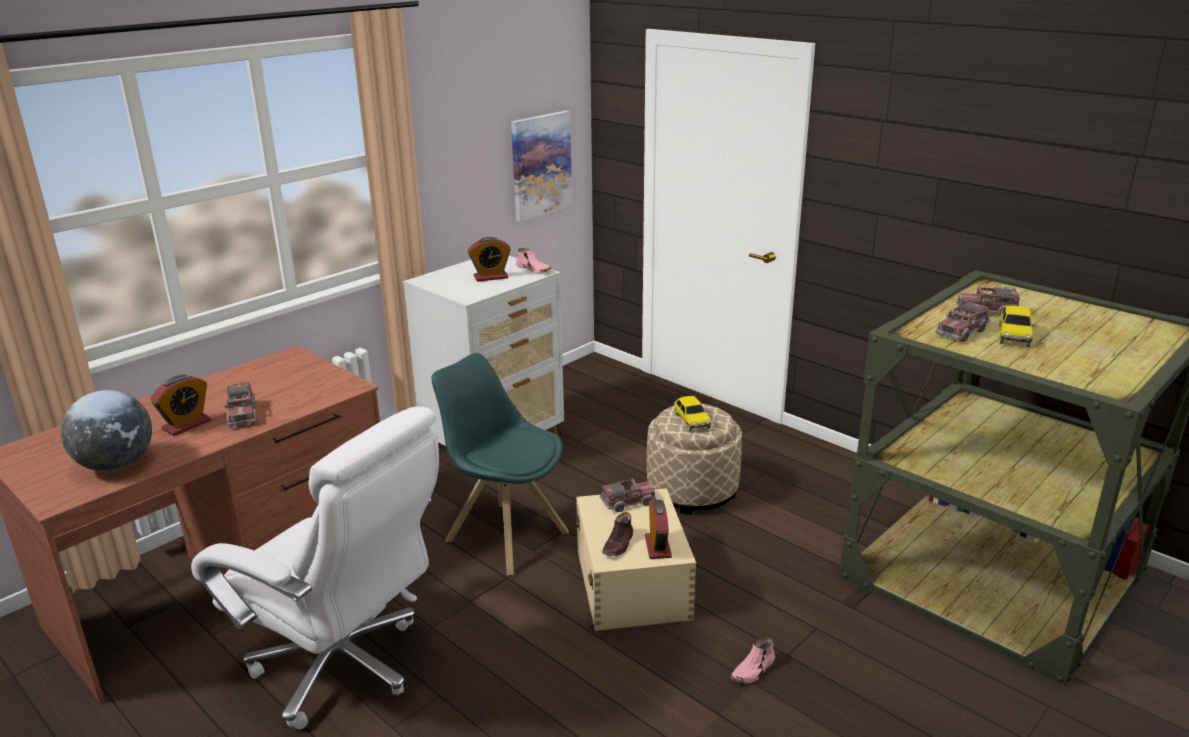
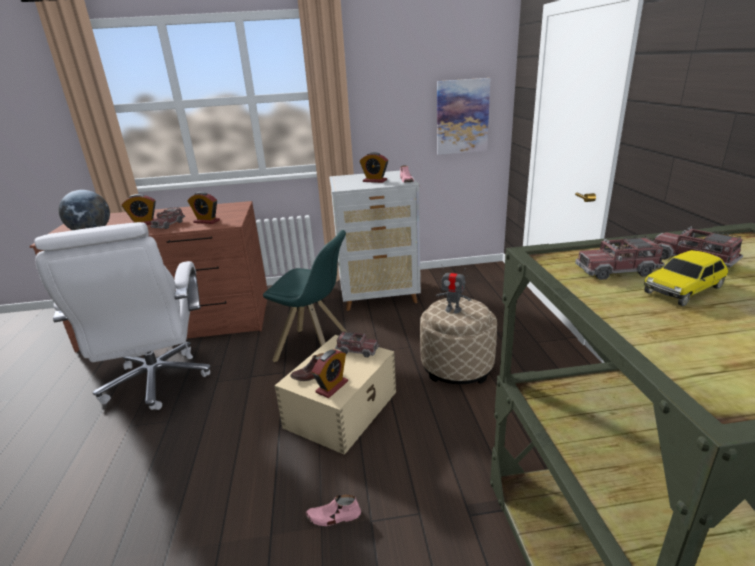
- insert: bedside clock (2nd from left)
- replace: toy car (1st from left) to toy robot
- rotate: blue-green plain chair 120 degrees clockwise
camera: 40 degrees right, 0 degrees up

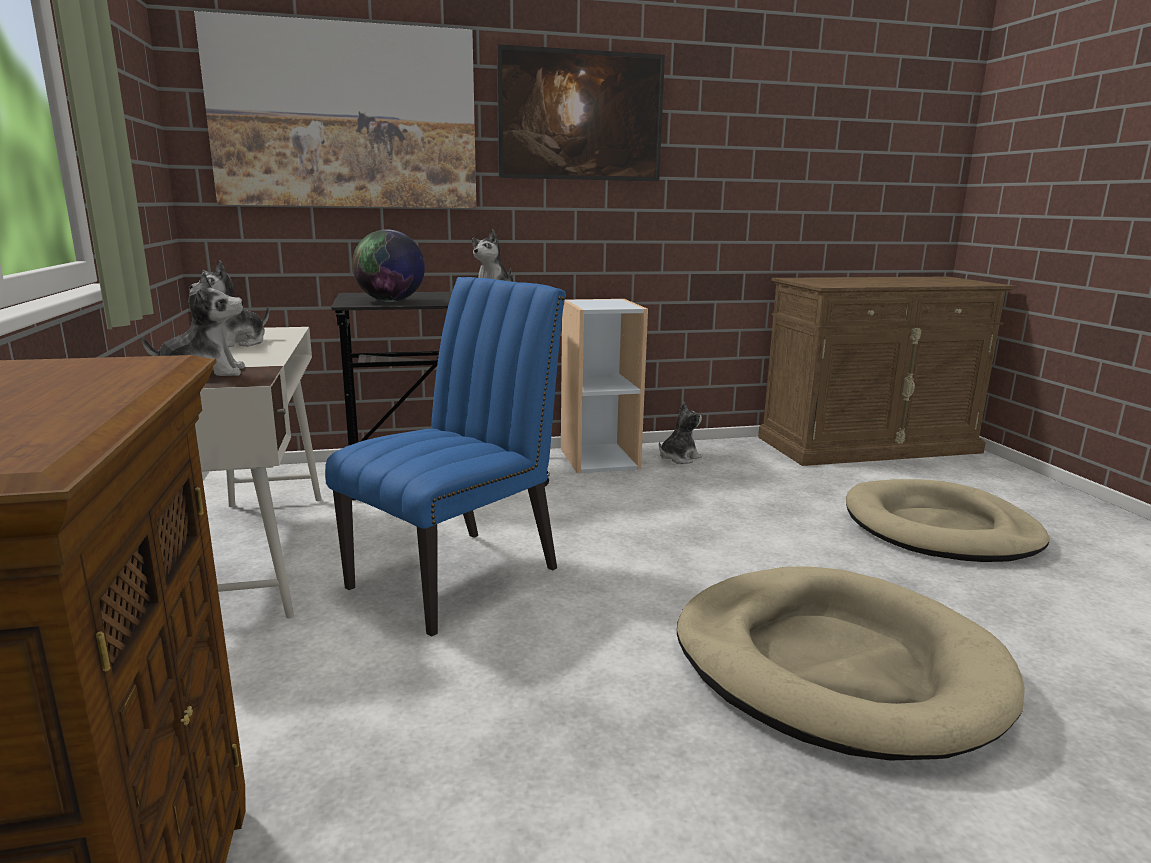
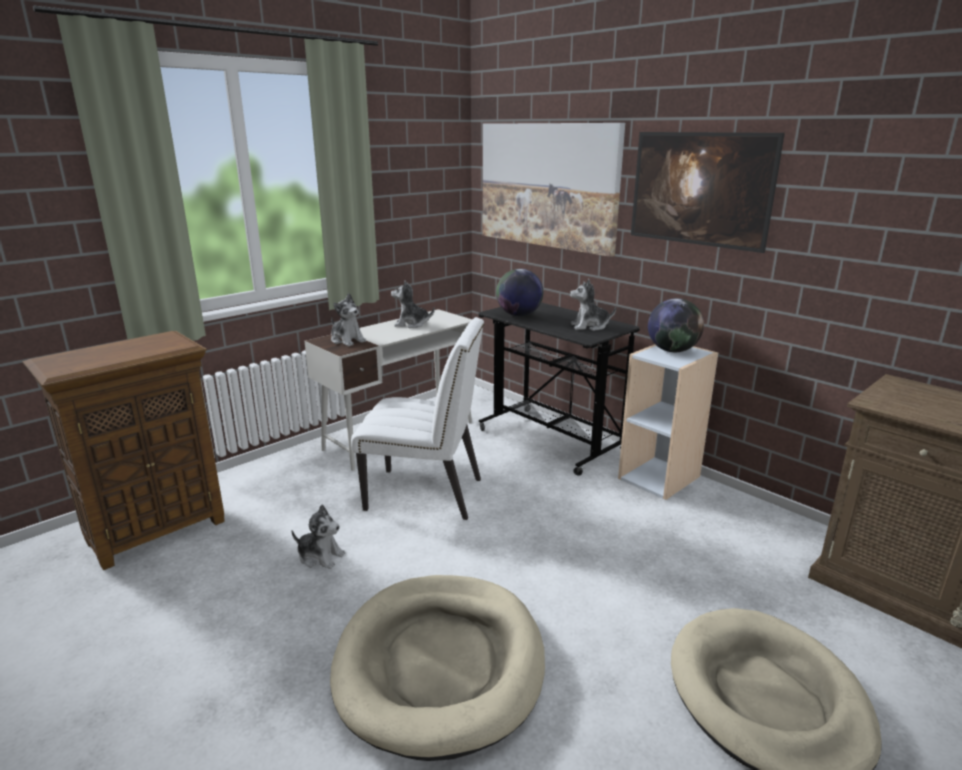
- insert: globe (2nd from left)
- move: soft toy (4th from left in the first image) to soft toy (1st from left)
- recolor: blue-coloured plain chair to white plain chair
camera: 60 degrees right, 5 degrees up

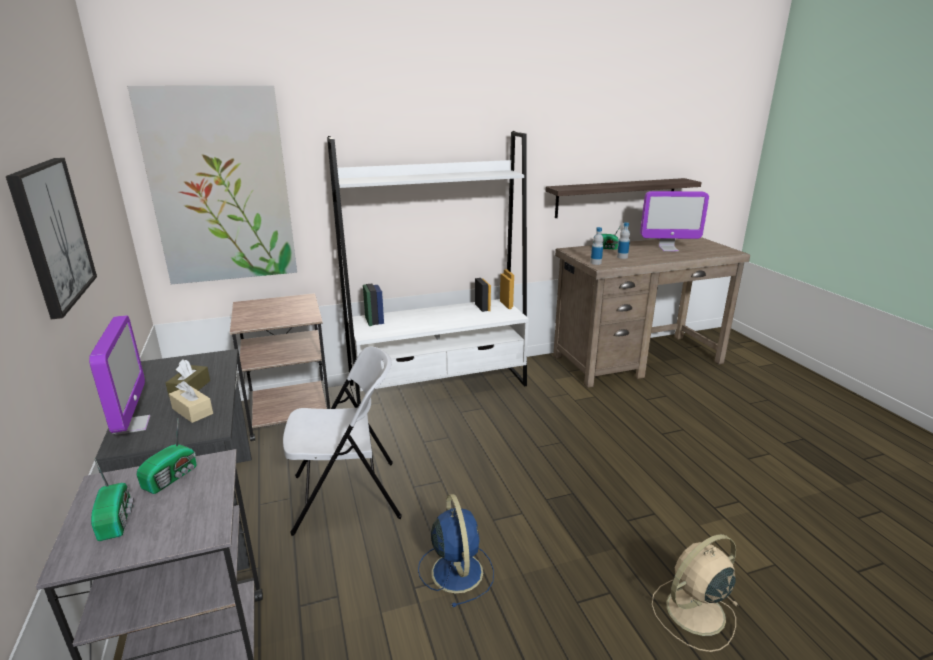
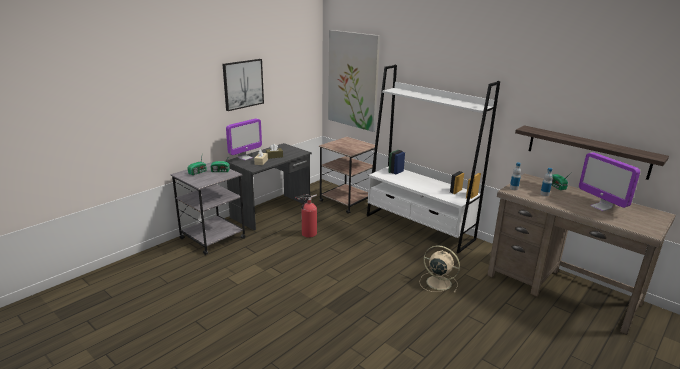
- delete: blue-coloured fan
- move: beige-coloured fan
- replace: white plain chair to fire-fighting cylinder
camera: 60 degrees right, 0 degrees up

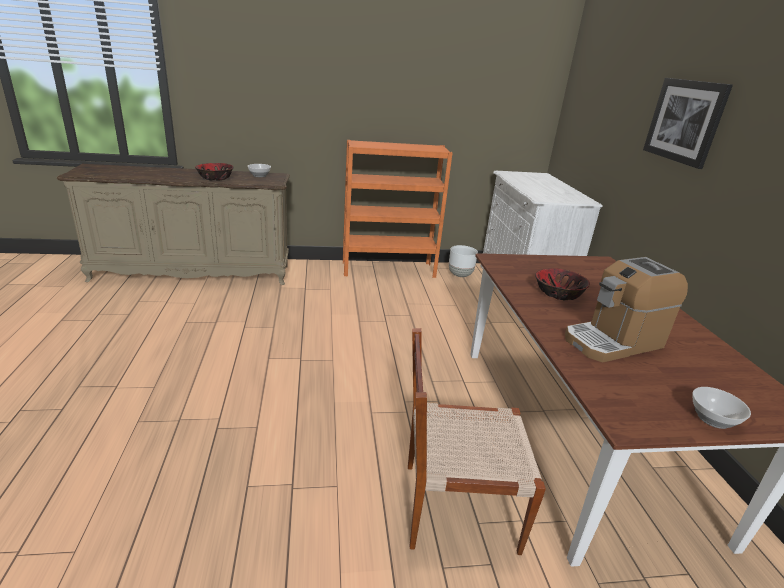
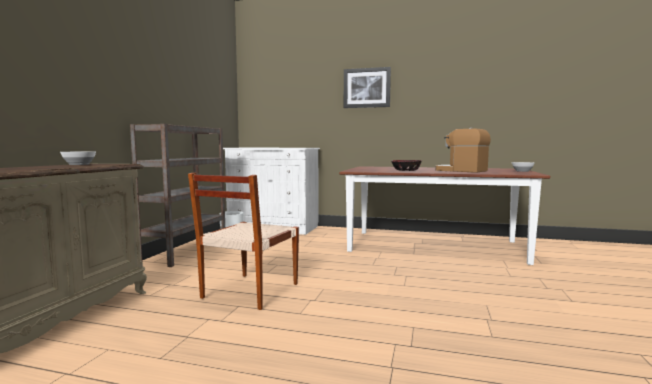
- delete: serving bowl (1st from left)
- move: plain chair
- recolor: orange-coloured bookshelf to grey bookshelf
- rotate: coffee brewer 135 degrees clockwise
camera: 65 degrees left, 20 degrees down

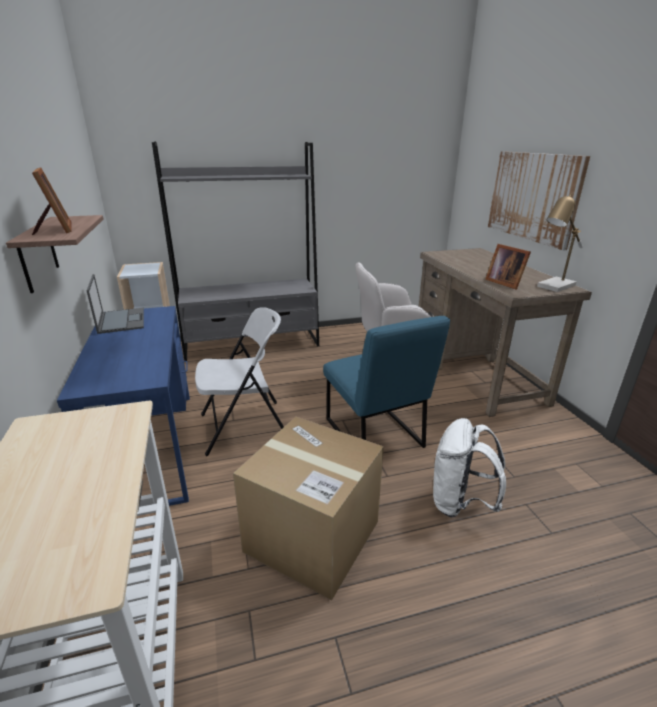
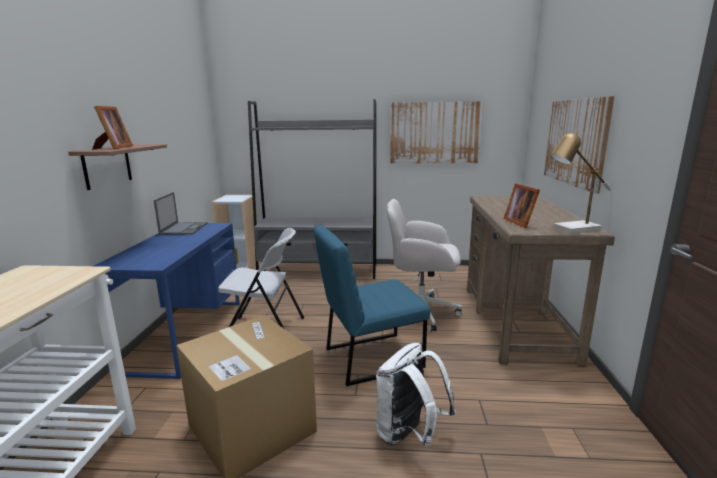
- insert: picture (1st from left)
- rotate: blue-coloured plain chair 75 degrees clockwise
camera: 20 degrees right, 10 degrees down

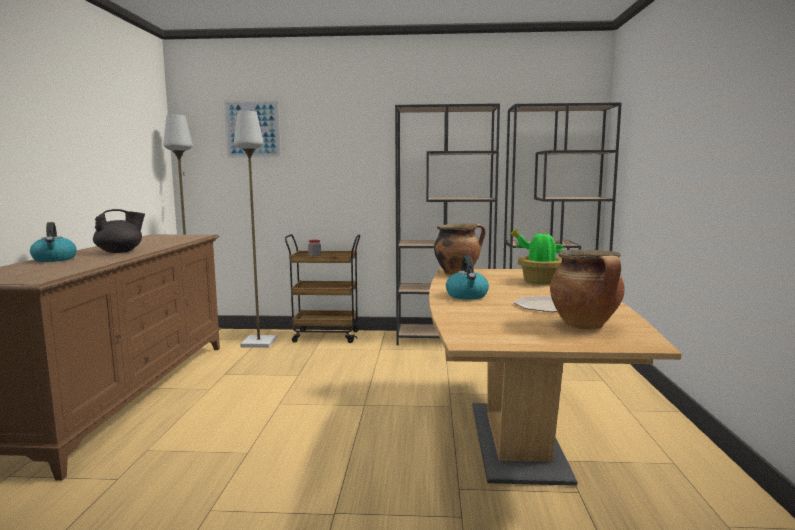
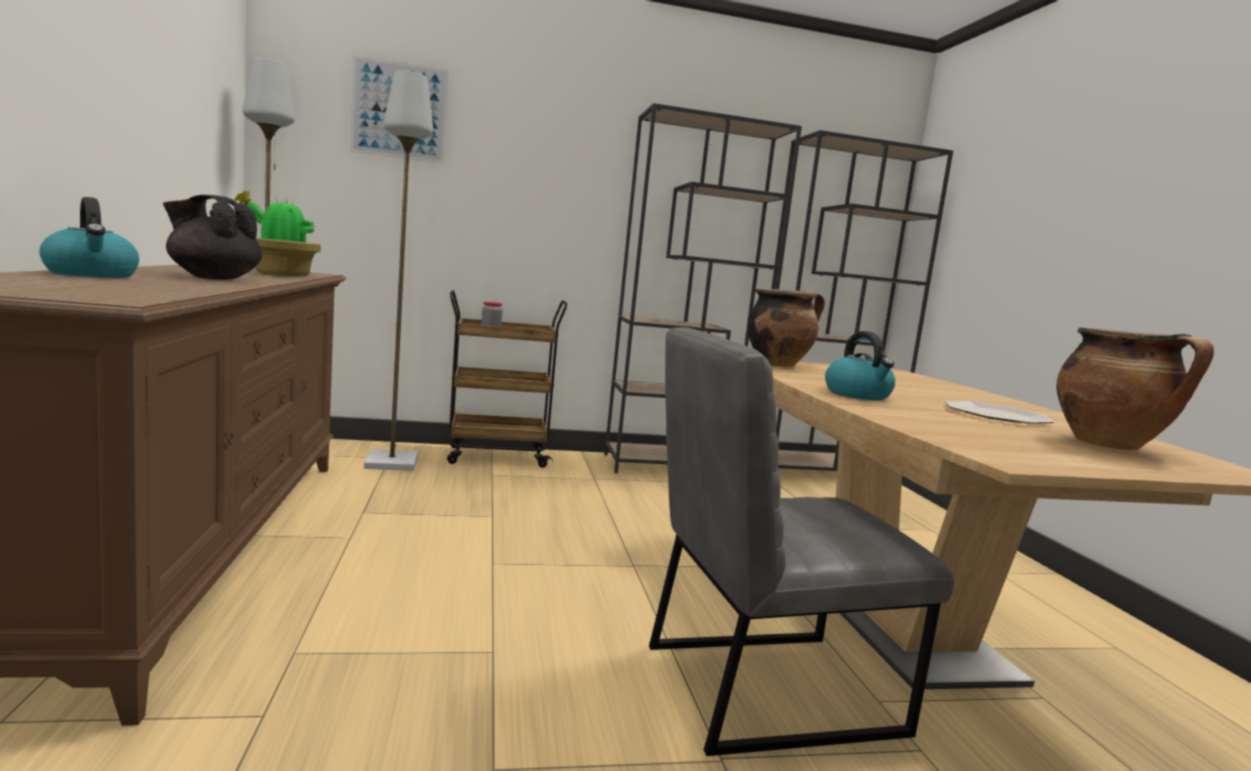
- insert: grey plain chair
- move: potted plant
- rotate: blackish pot for tea 120 degrees counterclockwise
camera: 15 degrees left, 0 degrees up

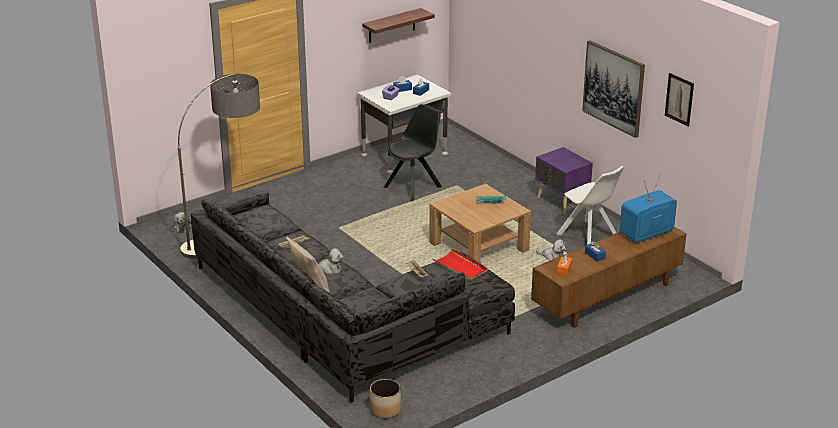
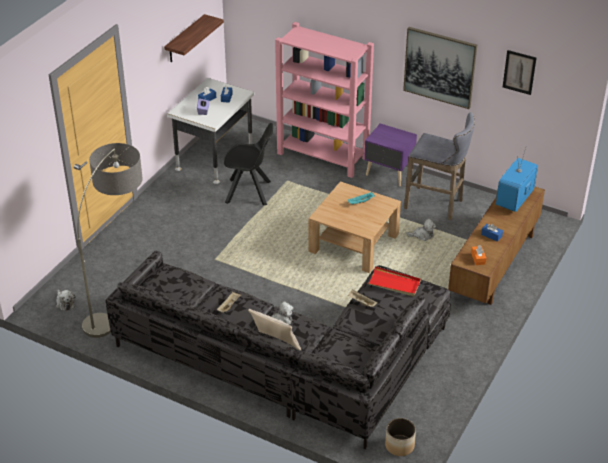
- insert: pinkish bookshelf
- replace: white plain chair to grey stool
- rotate: blackish plain chair 75 degrees clockwise
camera: 25 degrees left, 10 degrees up

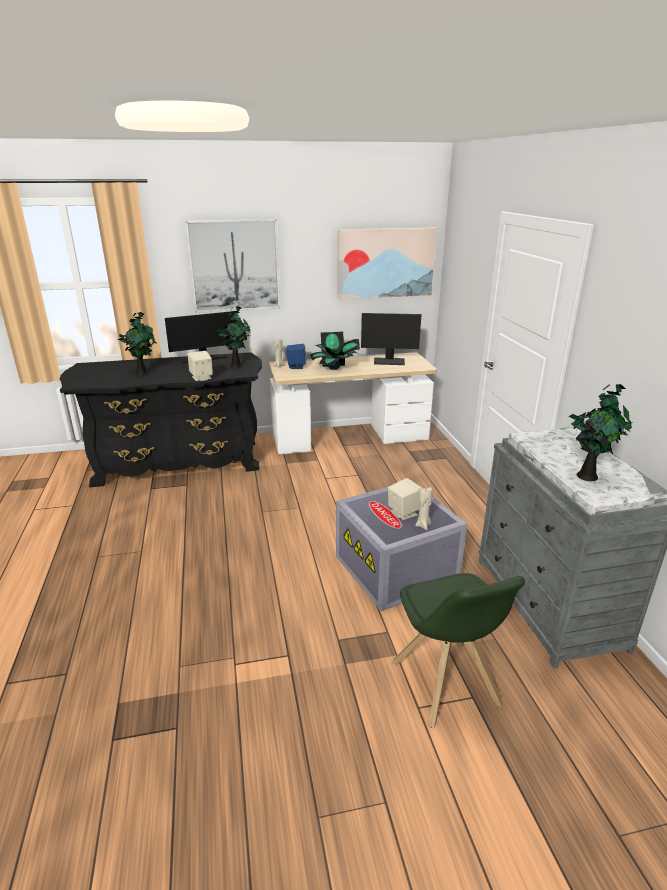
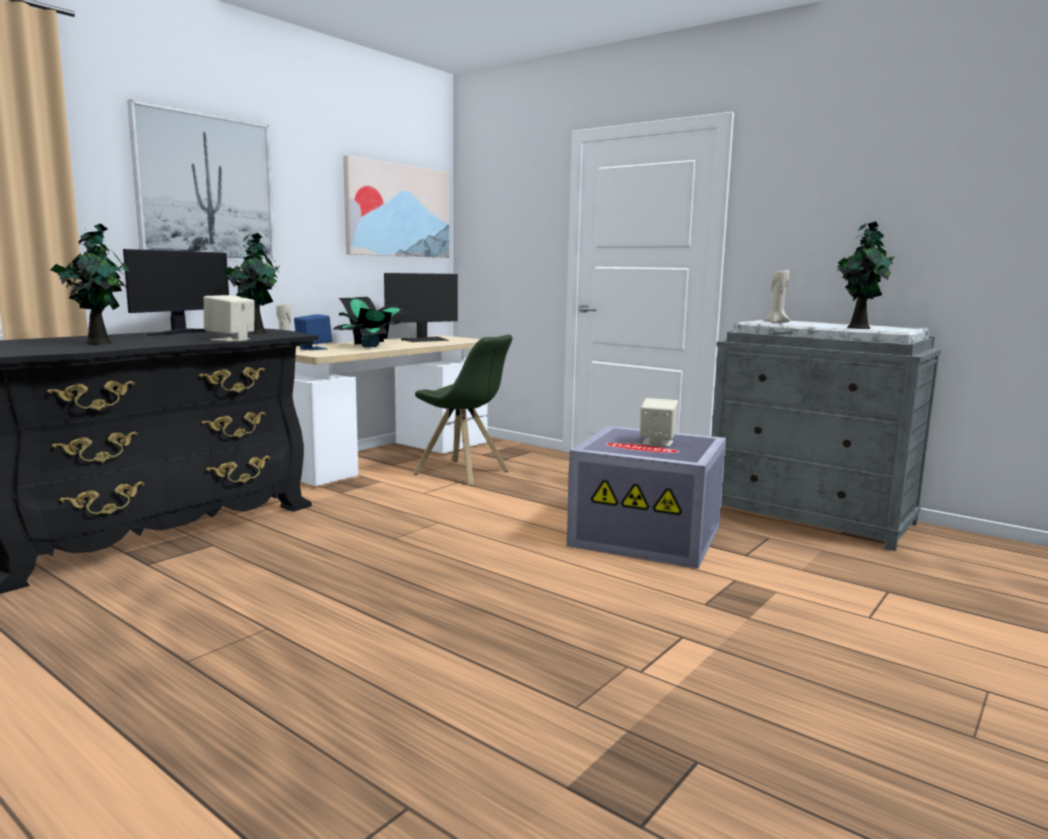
- move: green plain chair
- move: beige-coloured wax light (2nd from left)
camera: 40 degrees left, 15 degrees down

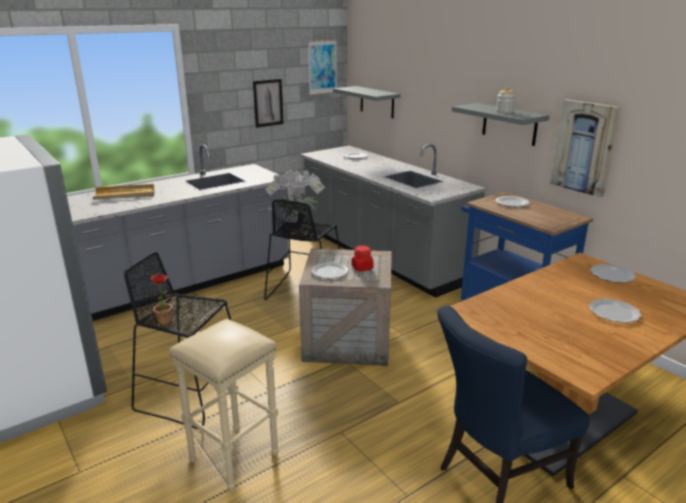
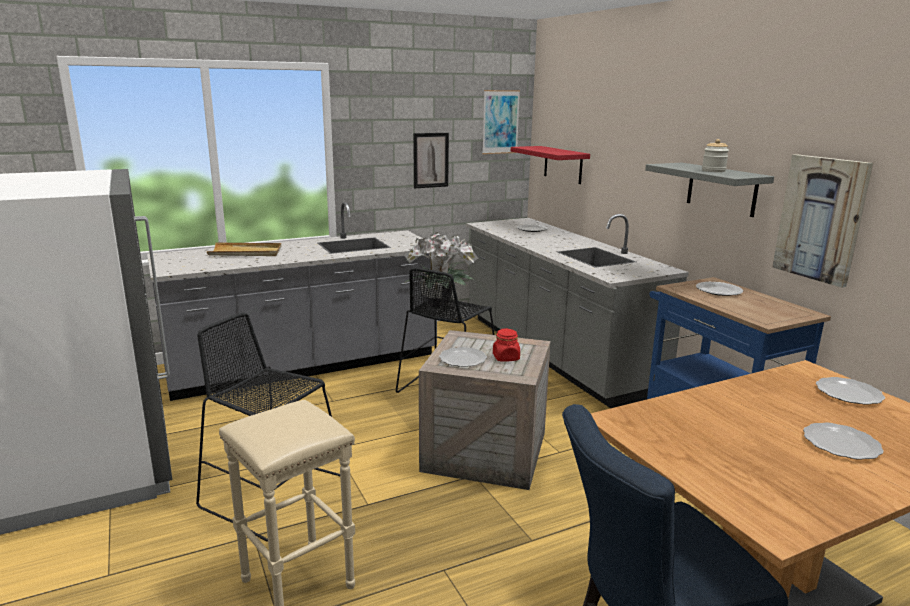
- delete: potted plant (1st from left)
- recolor: grey bracket shelf (1st from left) to red bracket shelf
camera: 10 degrees right, 5 degrees down

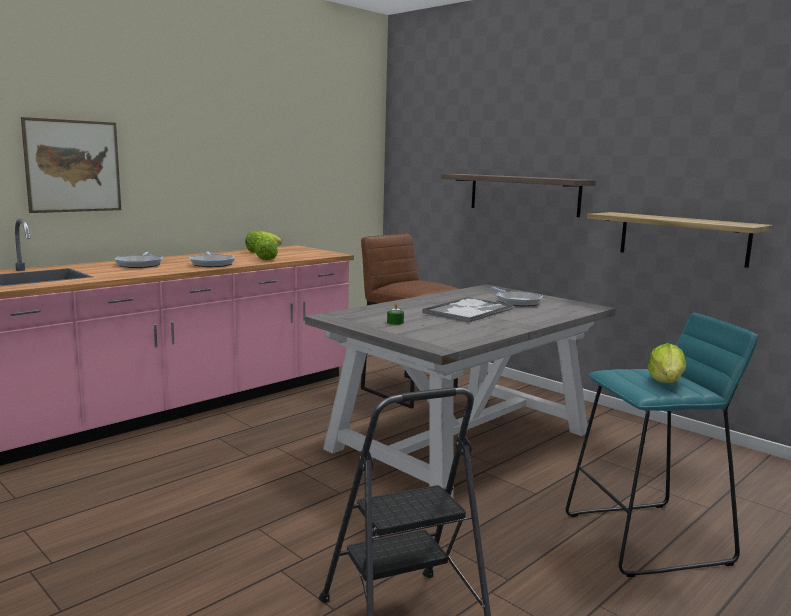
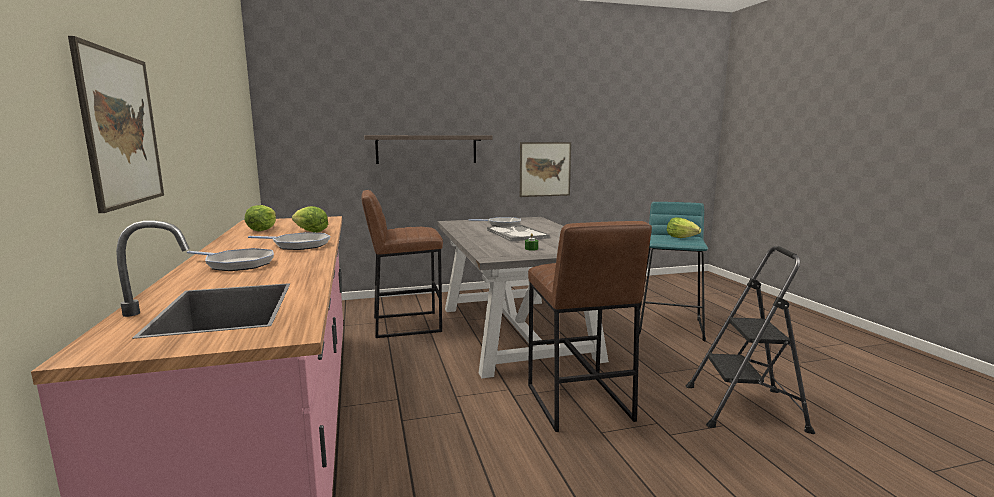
- insert: brown stool (2nd from left)
- replace: bracket shelf (2nd from left) to picture (2nd from left)
camera: 60 degrees left, 0 degrees up

